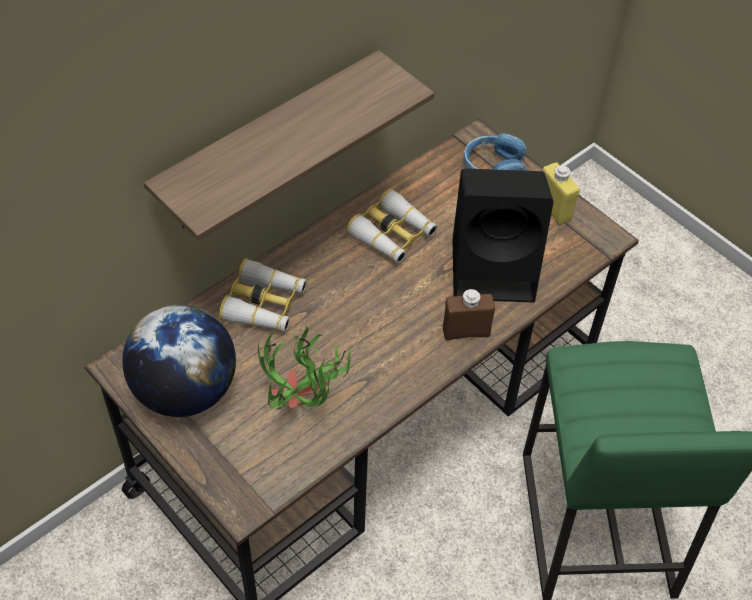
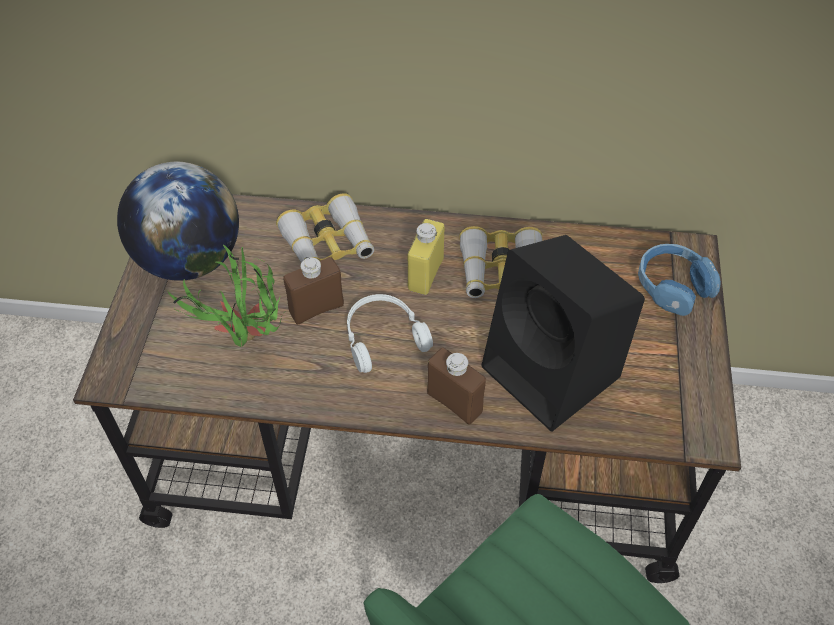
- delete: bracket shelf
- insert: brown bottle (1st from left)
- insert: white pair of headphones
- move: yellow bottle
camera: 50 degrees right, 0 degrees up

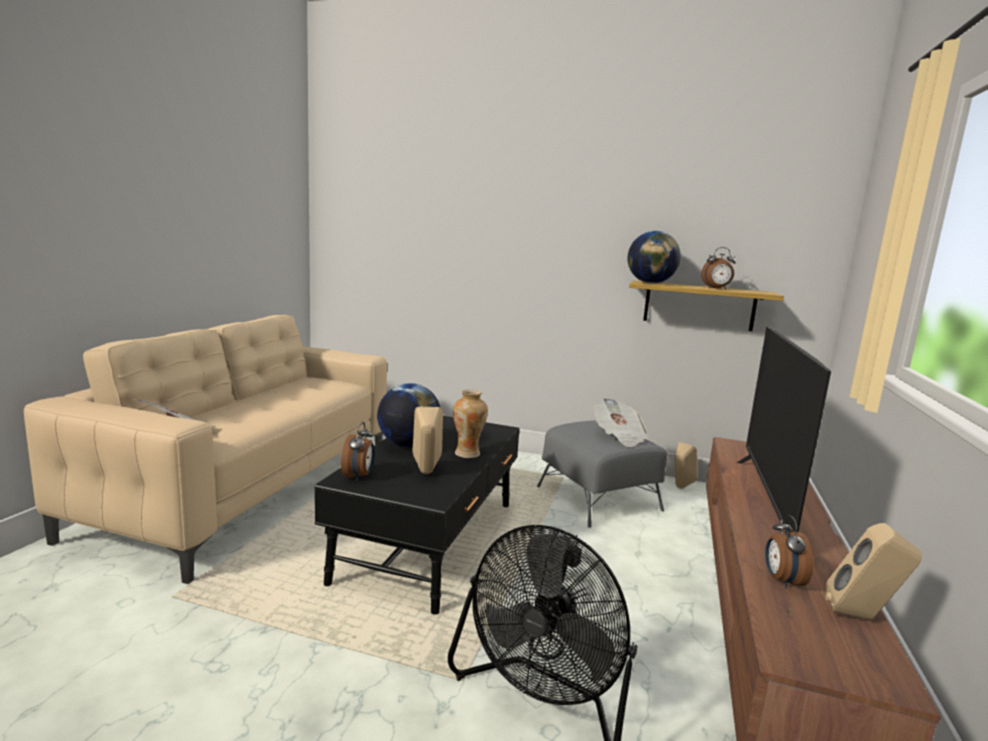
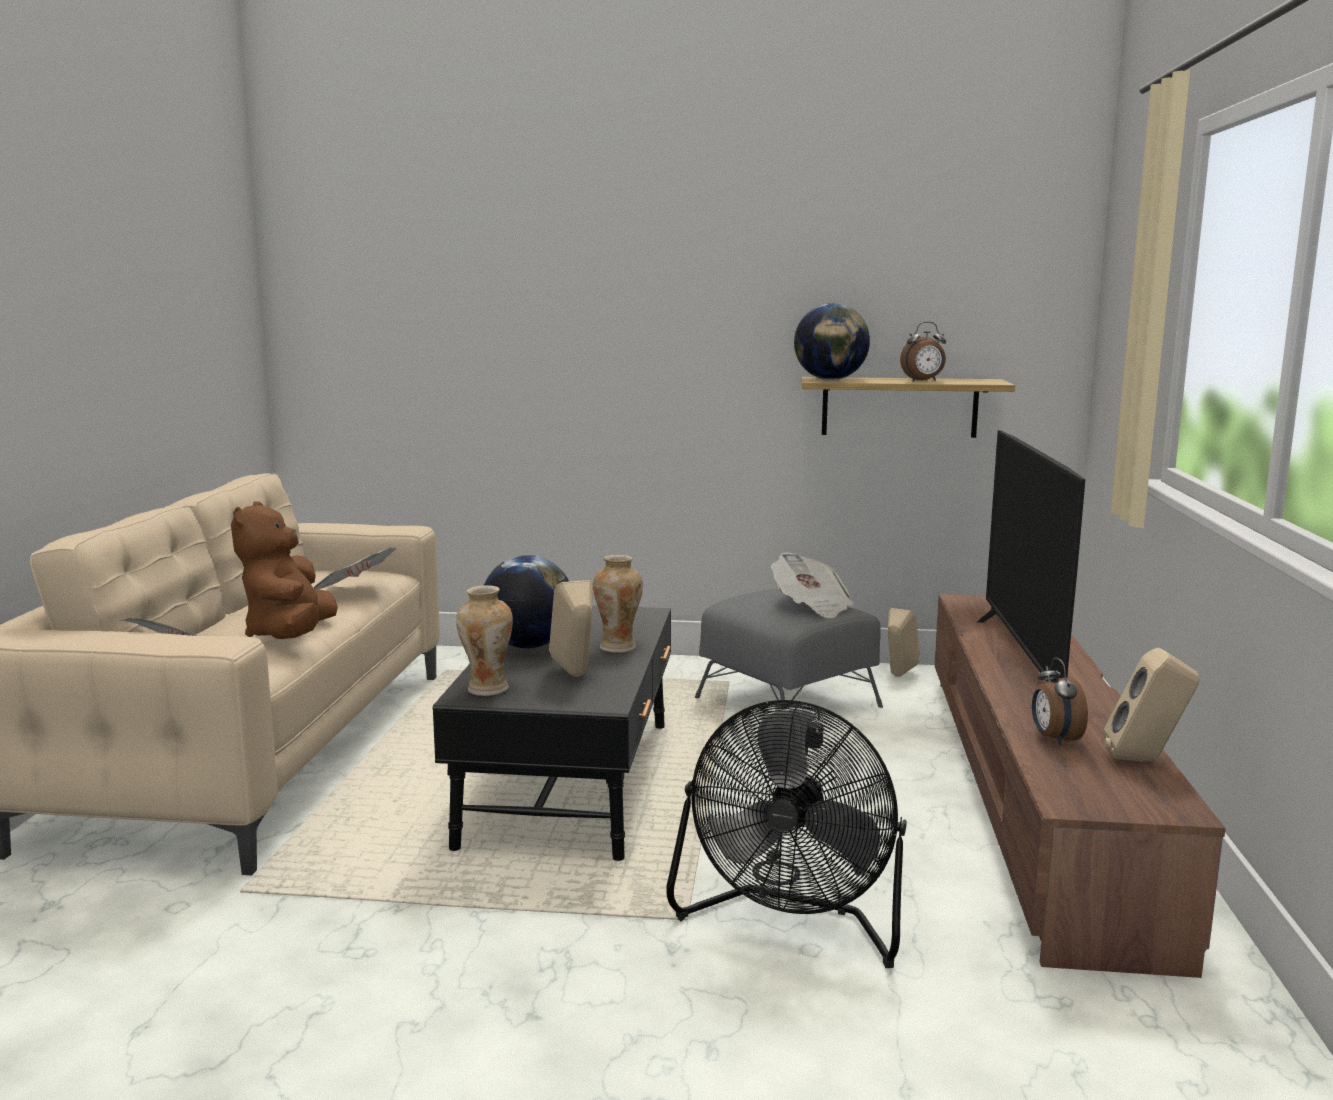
- insert: brown soft toy
- insert: daily paper (2nd from left)
- replace: bedside clock (1st from left) to vase (1st from left)
camera: 10 degrees left, 0 degrees up

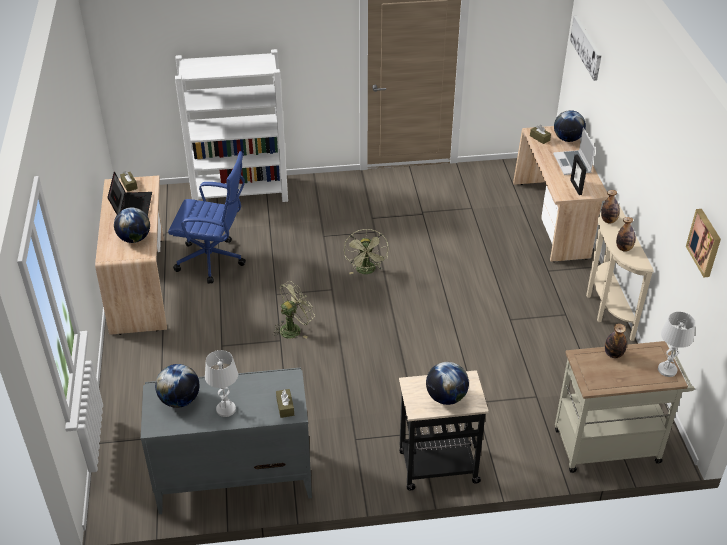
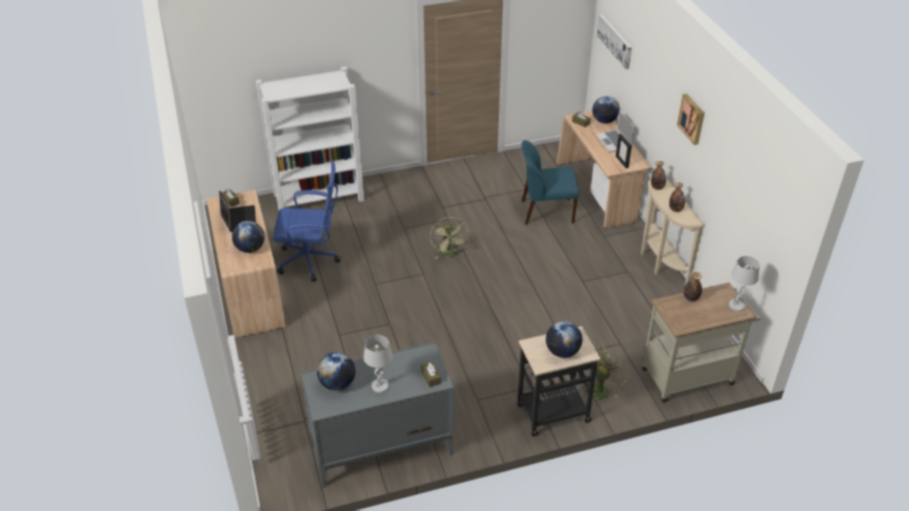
- insert: blue-coloured plain chair
- move: green fan (1st from left in the first image) to green fan (2nd from left)
- move: picture (2nd from left)
camera: 10 degrees left, 0 degrees up

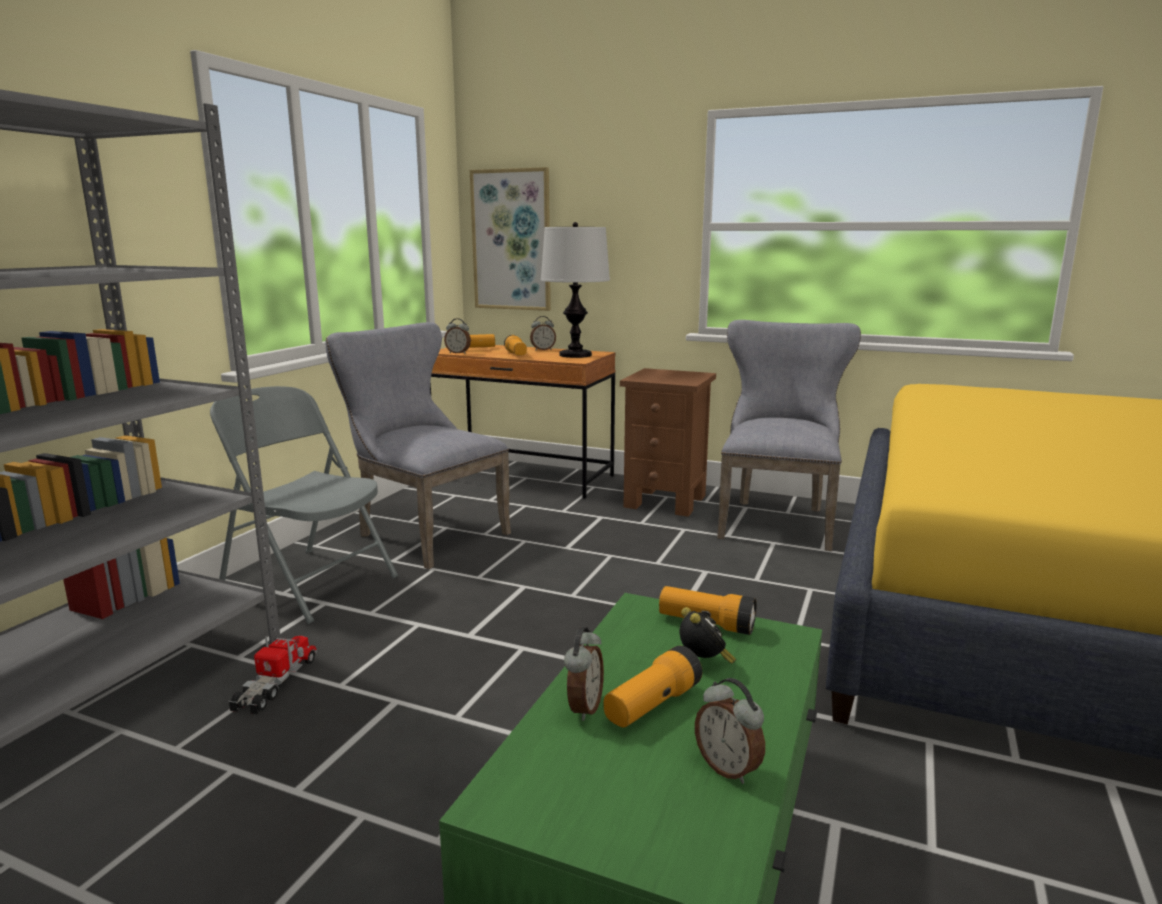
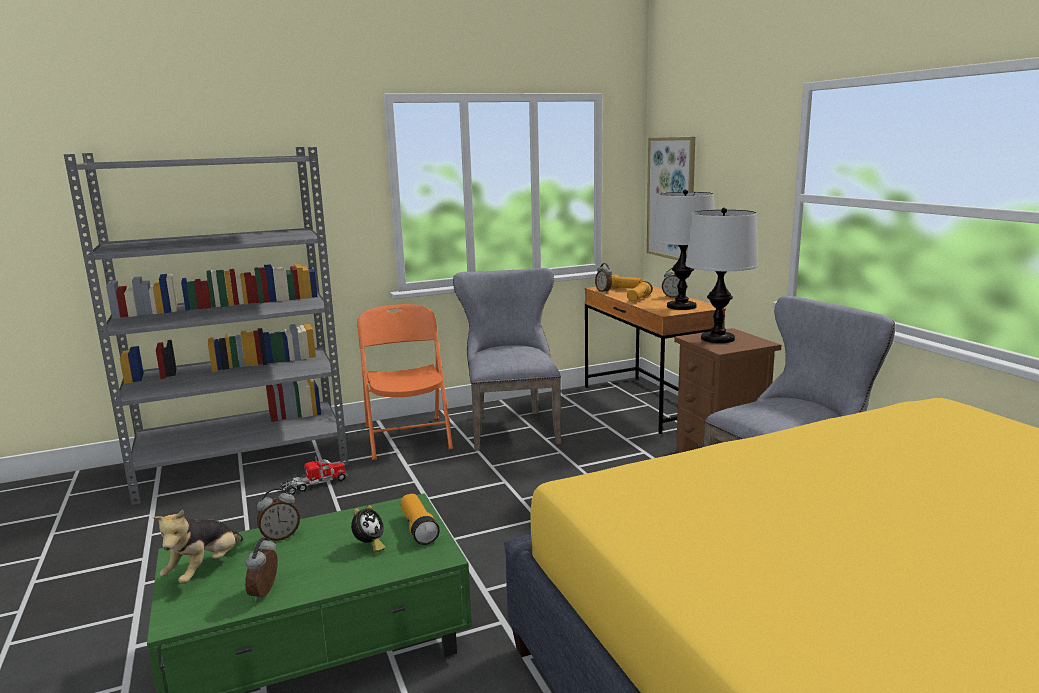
- delete: torch (3rd from left)
- insert: soft toy
- insert: lamp for a table (2nd from left)
- recolor: grey plain chair (1st from left) to orange-coloured plain chair
camera: 45 degrees right, 0 degrees up

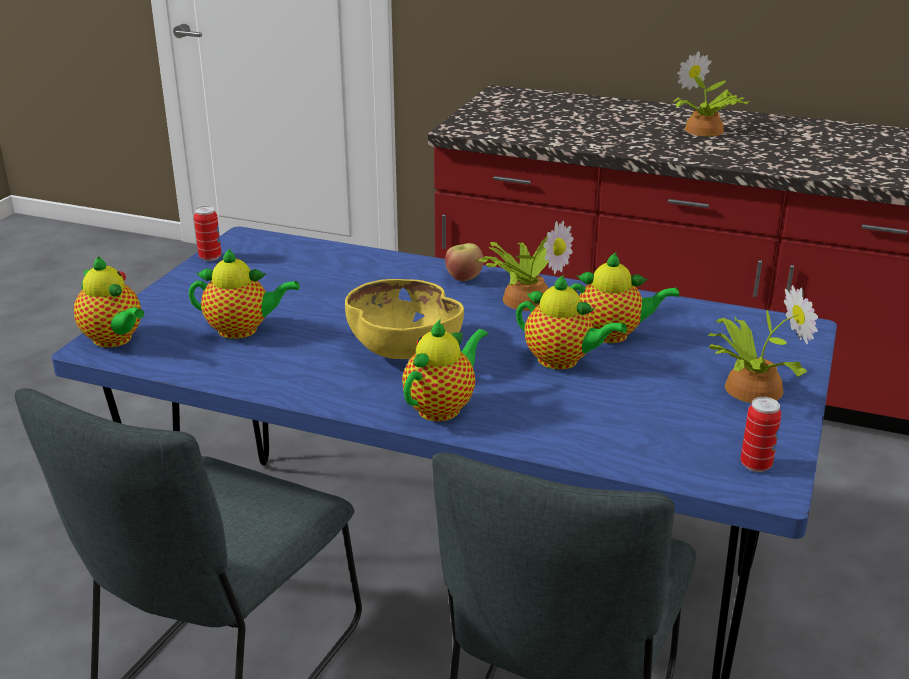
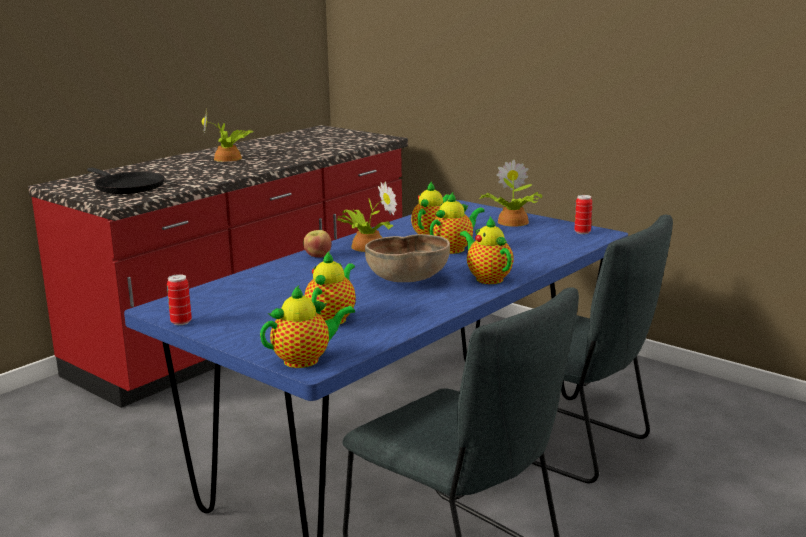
- insert: blackish frying pan
- recolor: yellow serving bowl to brown serving bowl
camera: 70 degrees left, 10 degrees down

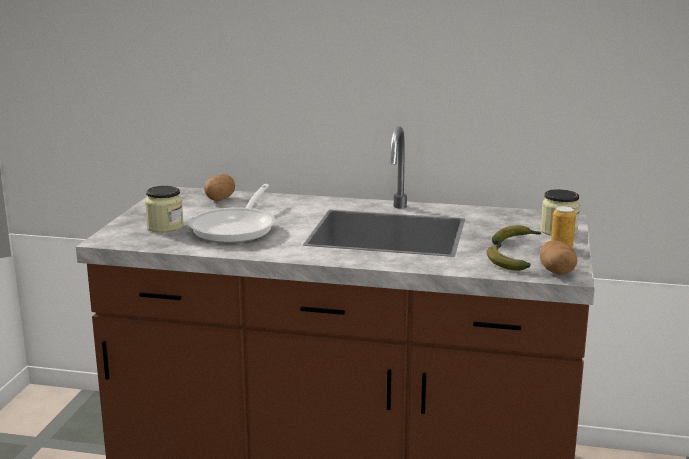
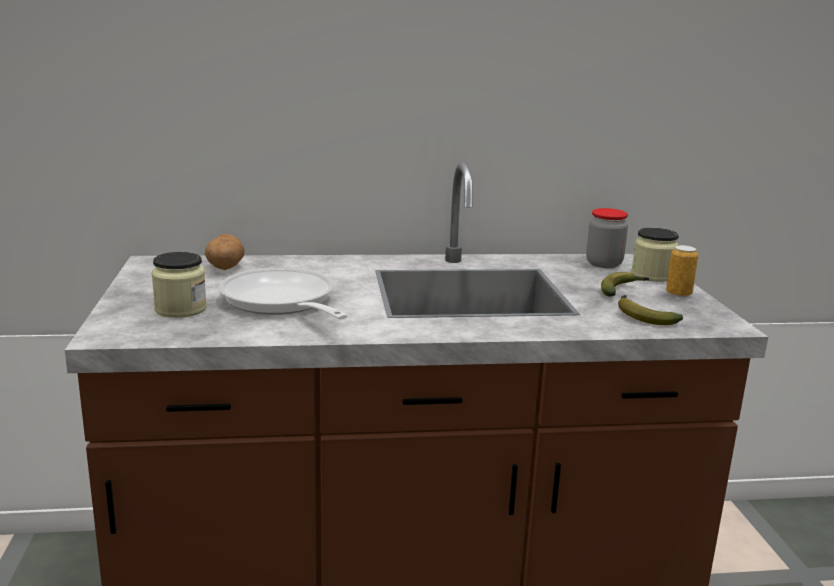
- delete: spud (2nd from left)
- insert: storage jar (2nd from left)
- rotate: frying pan 150 degrees clockwise
camera: 20 degrees left, 0 degrees up

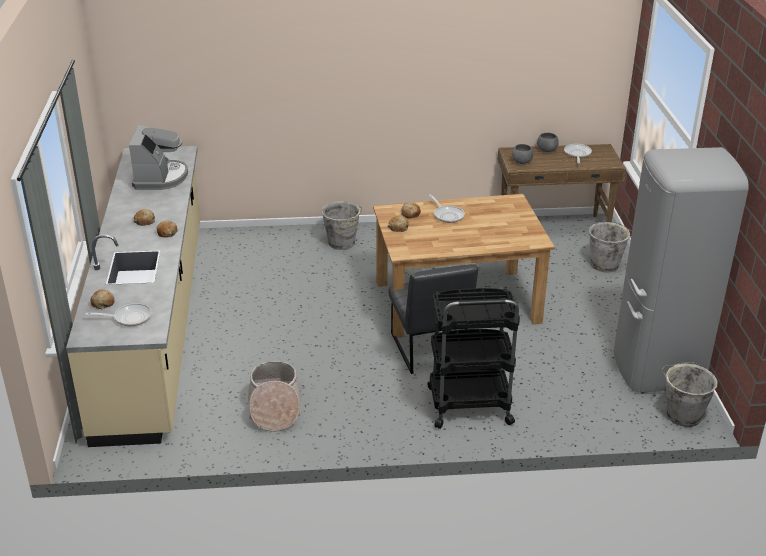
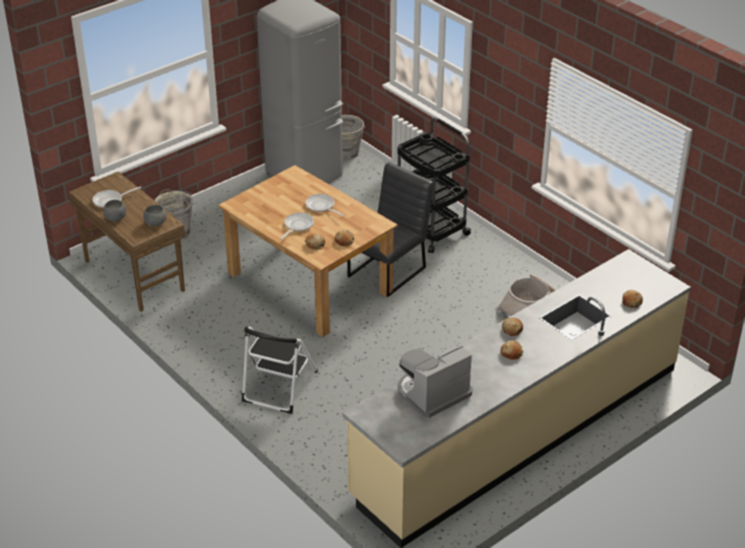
- move: frying pan (1st from left in the first image) to frying pan (3rd from left)
- replace: grey water bucket (1st from left) to step stool
camera: 125 degrees left, 5 degrees up

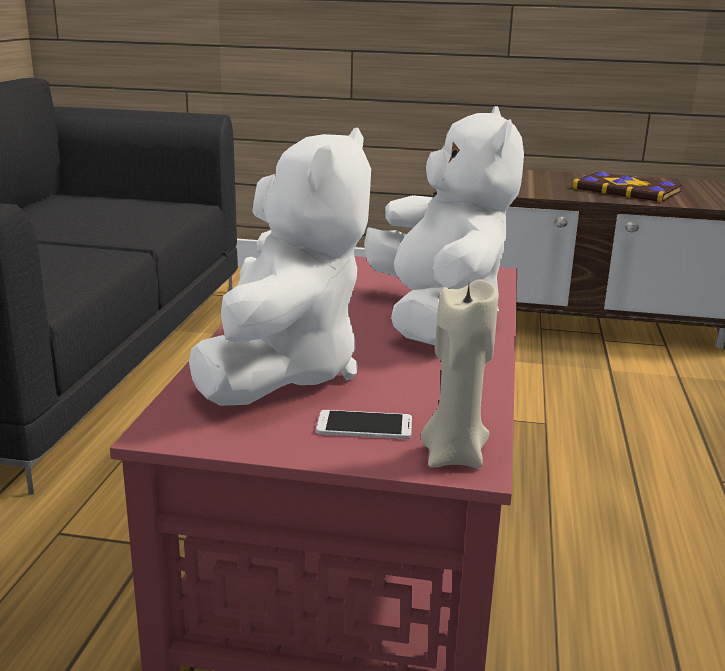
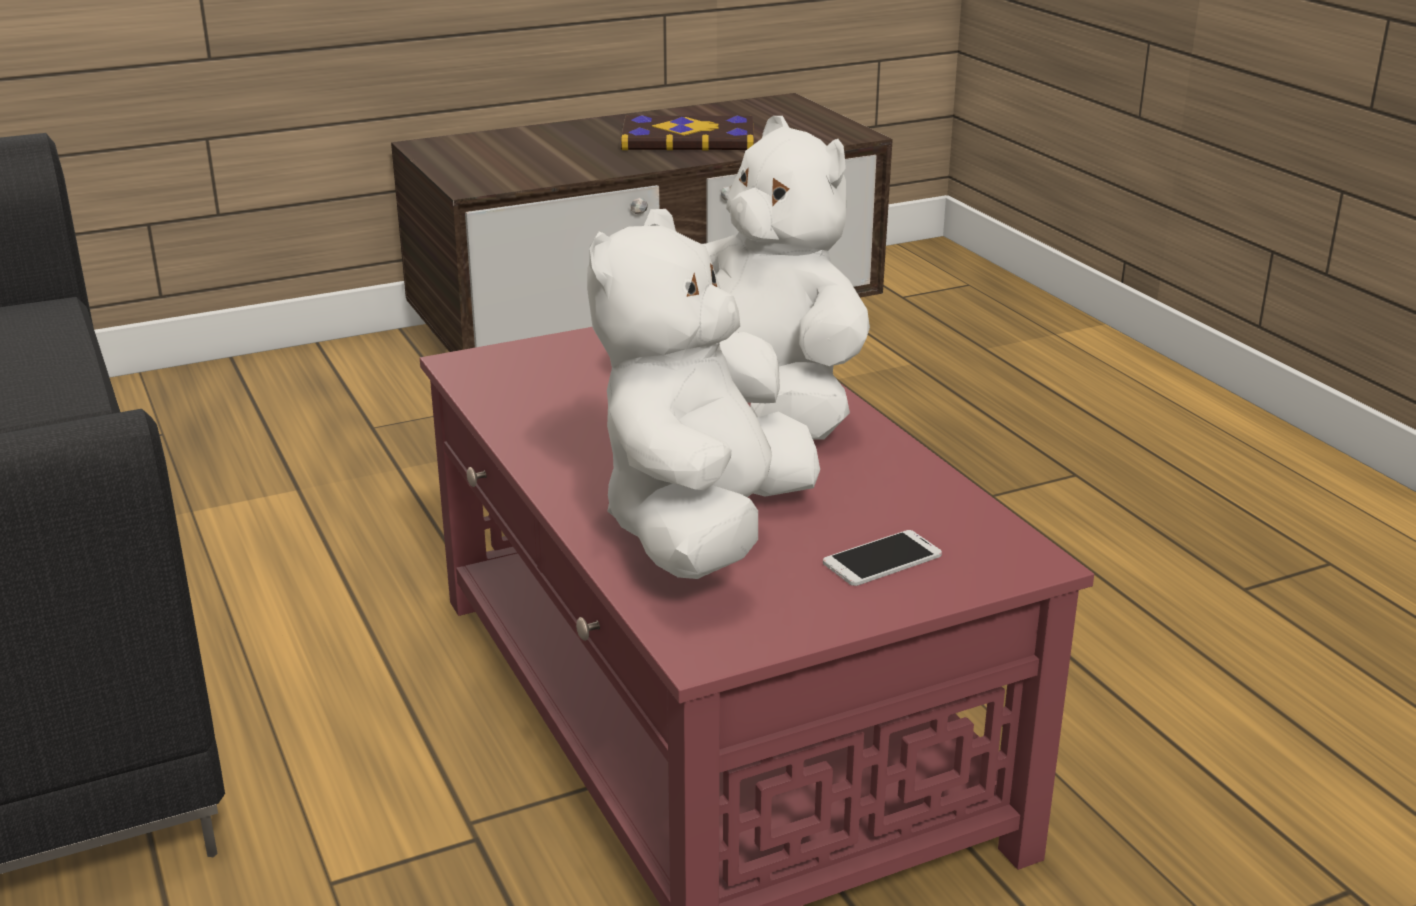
- delete: beige-coloured wax light
- rotate: white soft toy (1st from left) 135 degrees counterclockwise
camera: 35 degrees left, 5 degrees up

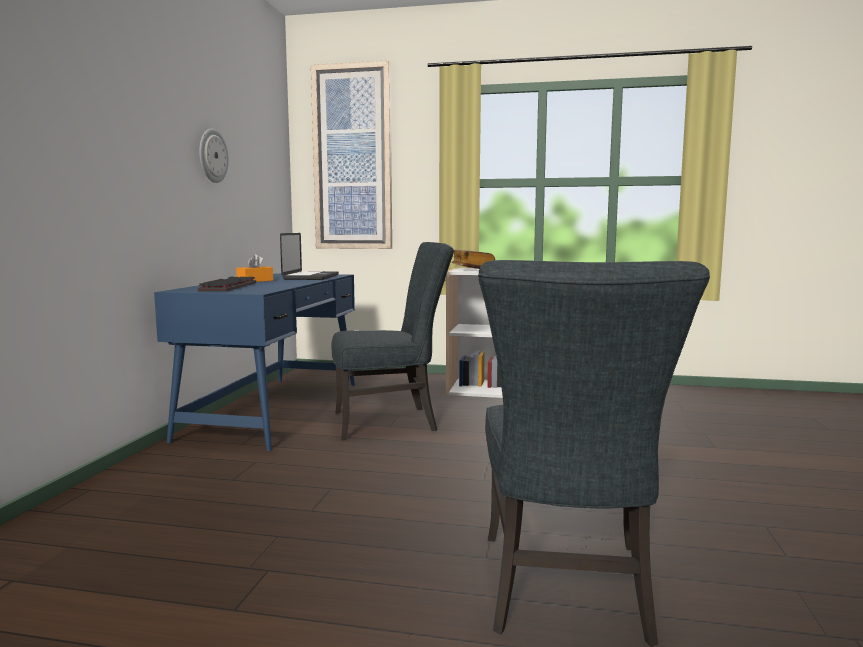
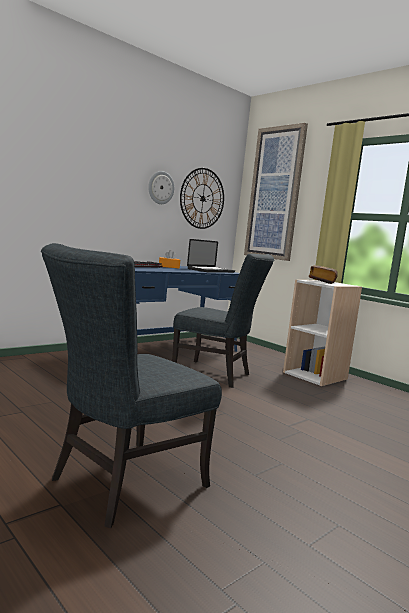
- insert: hanging clock (2nd from left)
camera: 35 degrees right, 0 degrees up

